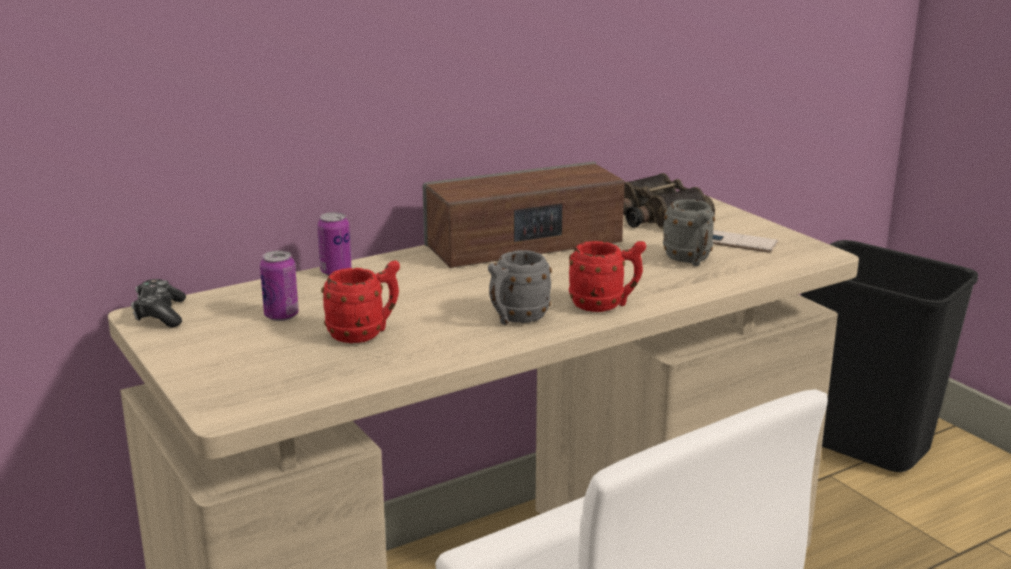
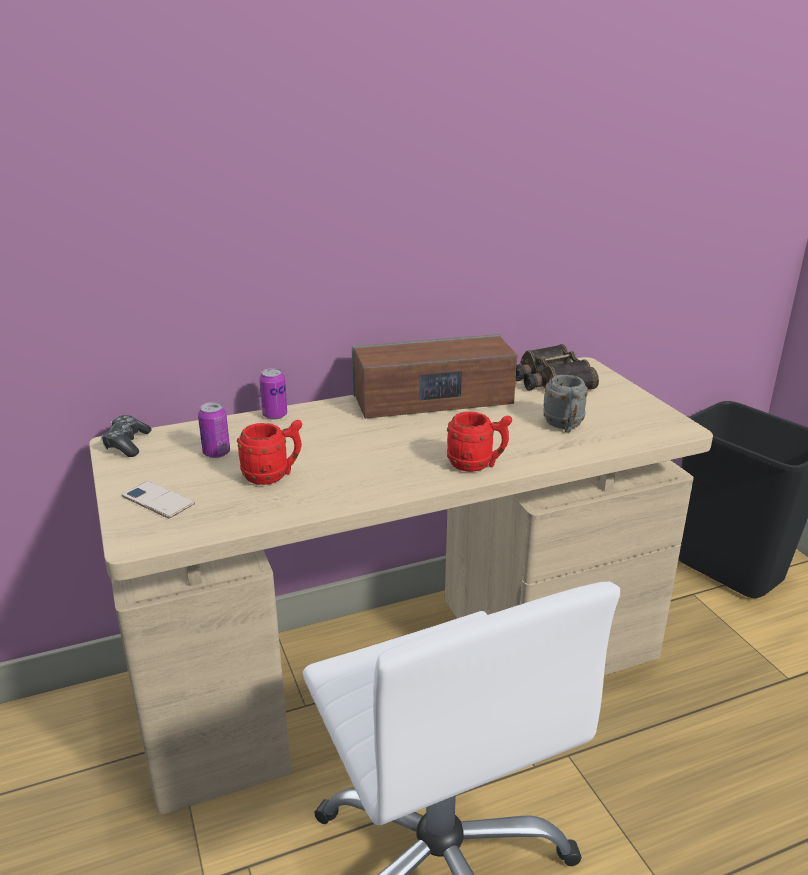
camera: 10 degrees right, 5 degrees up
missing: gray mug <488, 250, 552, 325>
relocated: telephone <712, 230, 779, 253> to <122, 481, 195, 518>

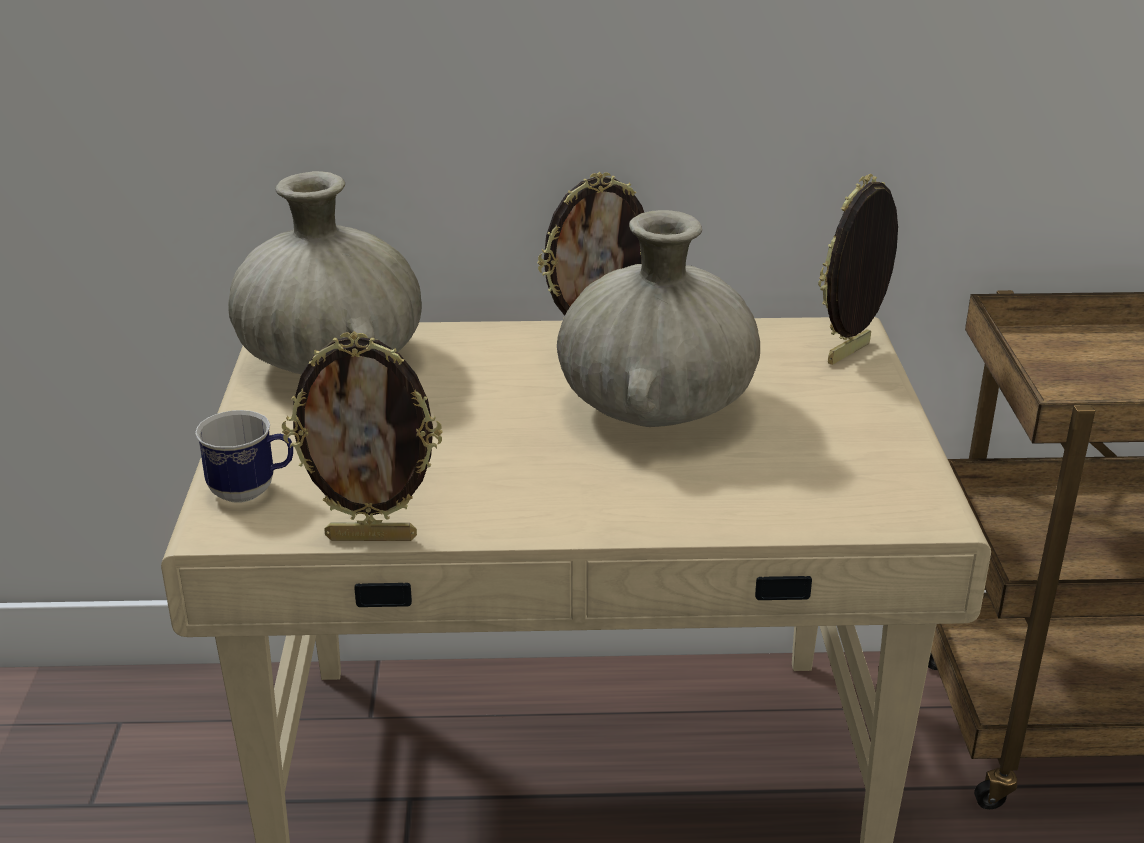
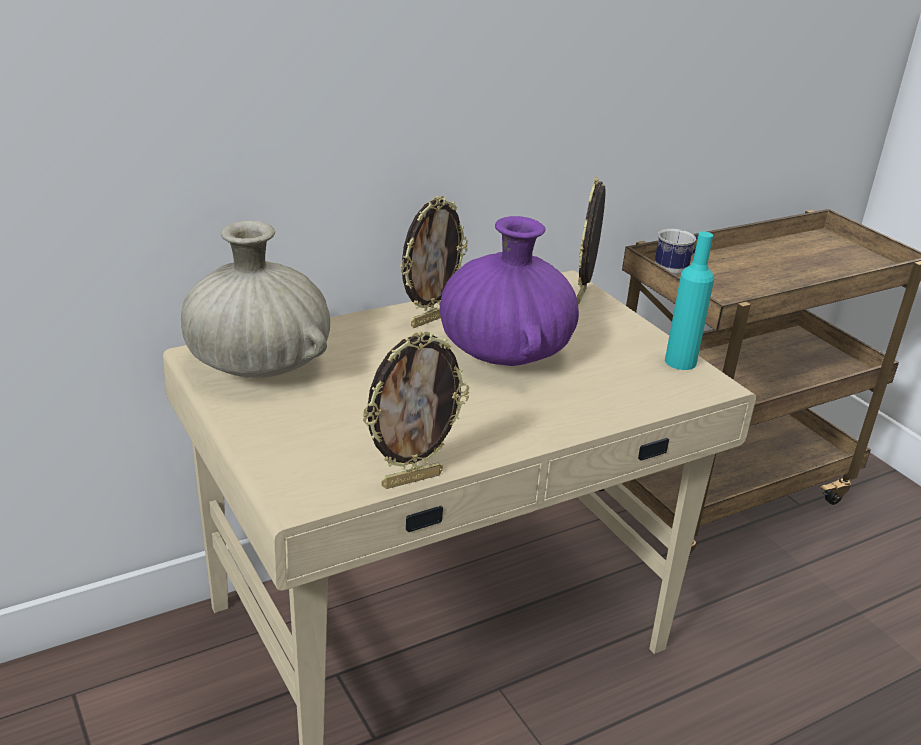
camera: 30 degrees left, 0 degrees up
appeared: turquoise-coloured bottle <665, 232, 714, 370>
relocated: mug <195, 410, 293, 503> to <655, 229, 698, 276>
colour: beige vase <557, 210, 760, 427> to purple-coloured vase <440, 216, 579, 366>

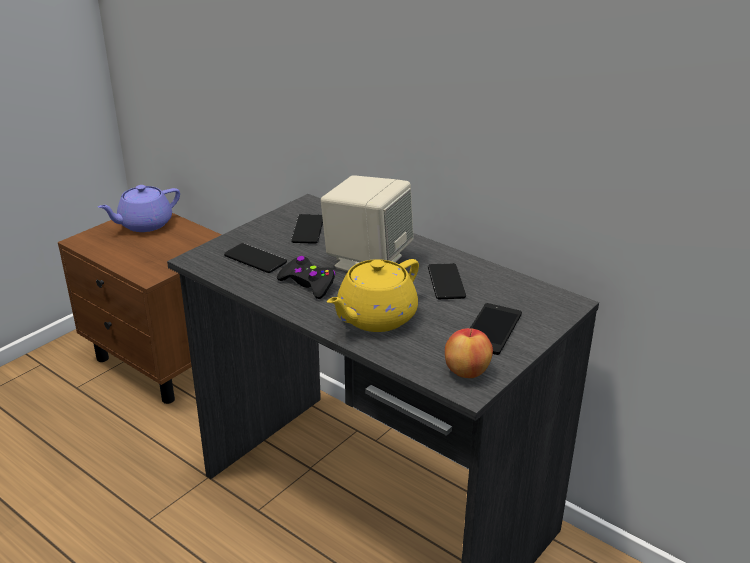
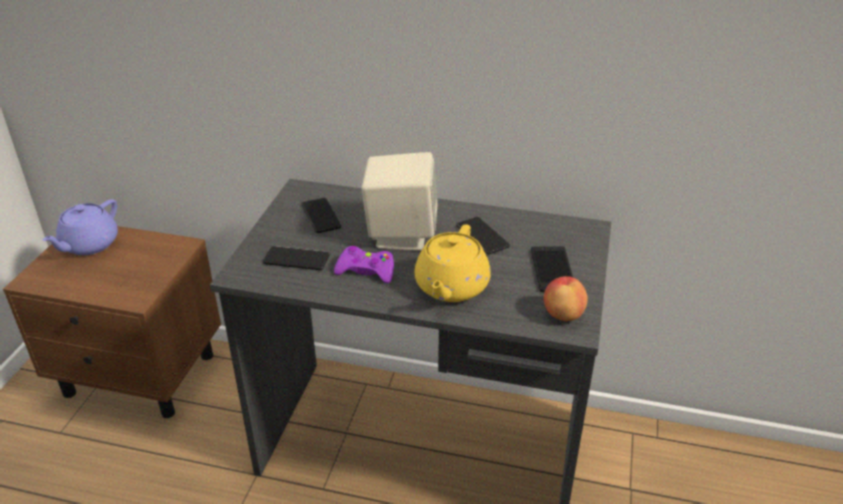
camera: 25 degrees left, 5 degrees up
colour: black gamepad <277, 256, 336, 299> to purple-coloured gamepad <334, 246, 394, 283>

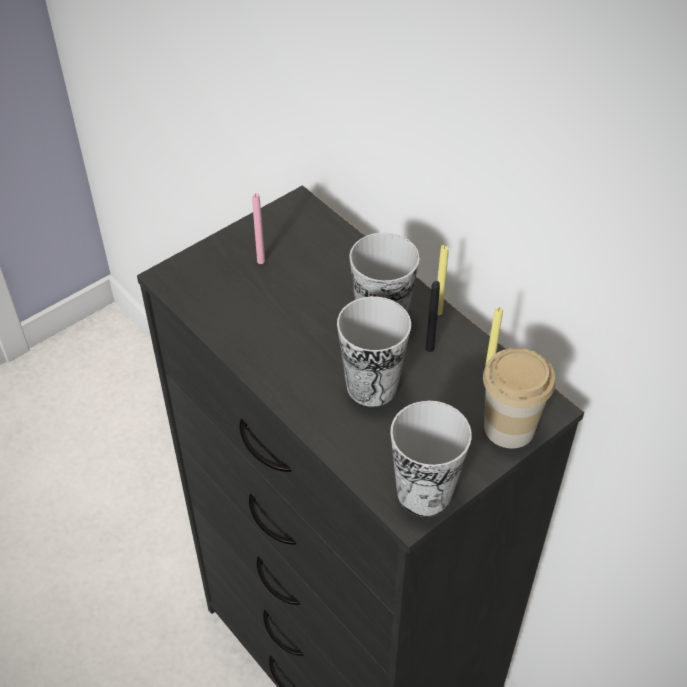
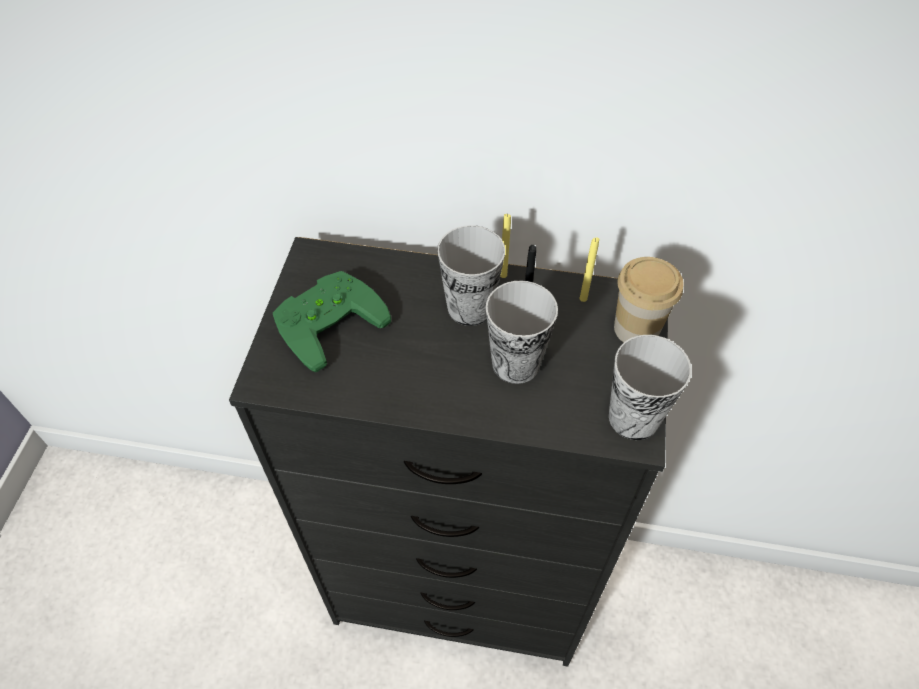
camera: 40 degrees left, 5 degrees up
exchanged: pink-coloured wax candle <252, 193, 265, 264> to green-coloured gamepad <273, 271, 391, 372>

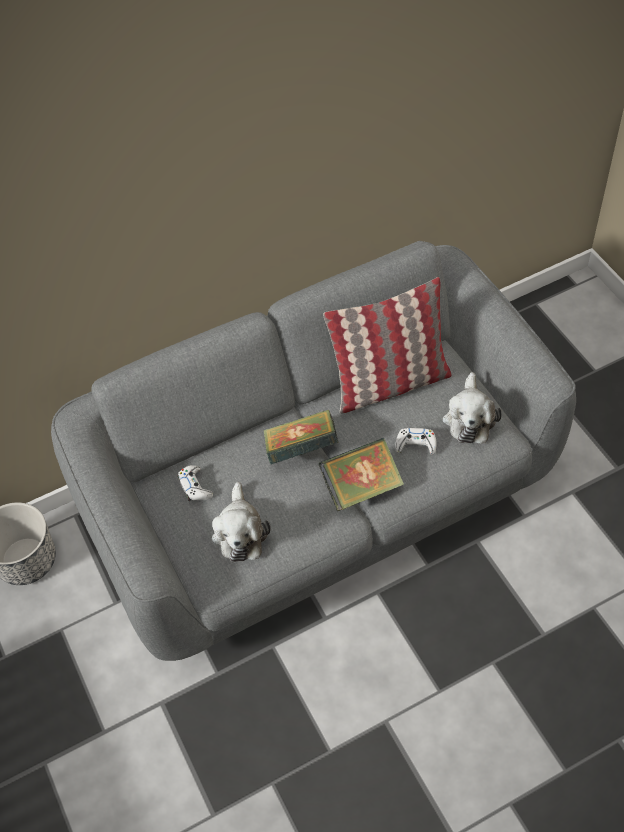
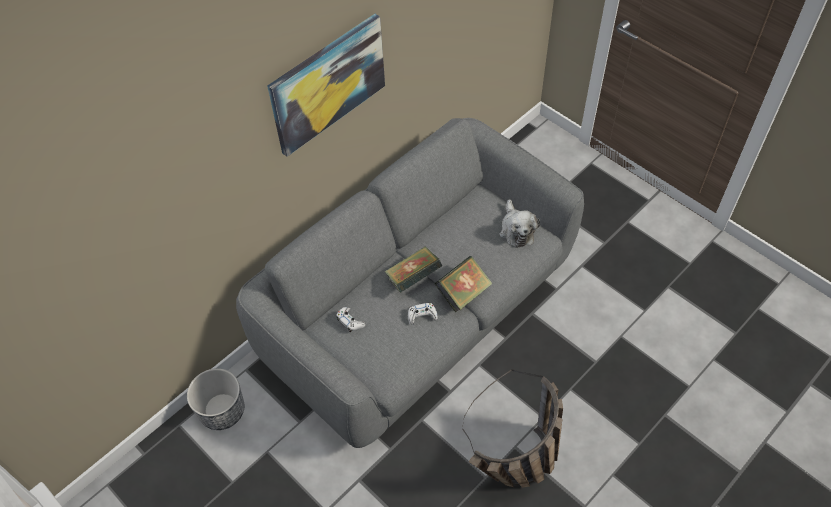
camera: 20 degrees left, 0 degrees up
missing: soft toy <212, 482, 271, 562>; throw pillow <323, 277, 452, 414>
appeared: wall art <267, 14, 385, 157>; household basket <462, 369, 563, 488>
relocated: whitish gamepad <396, 428, 437, 455> to <408, 303, 438, 325>

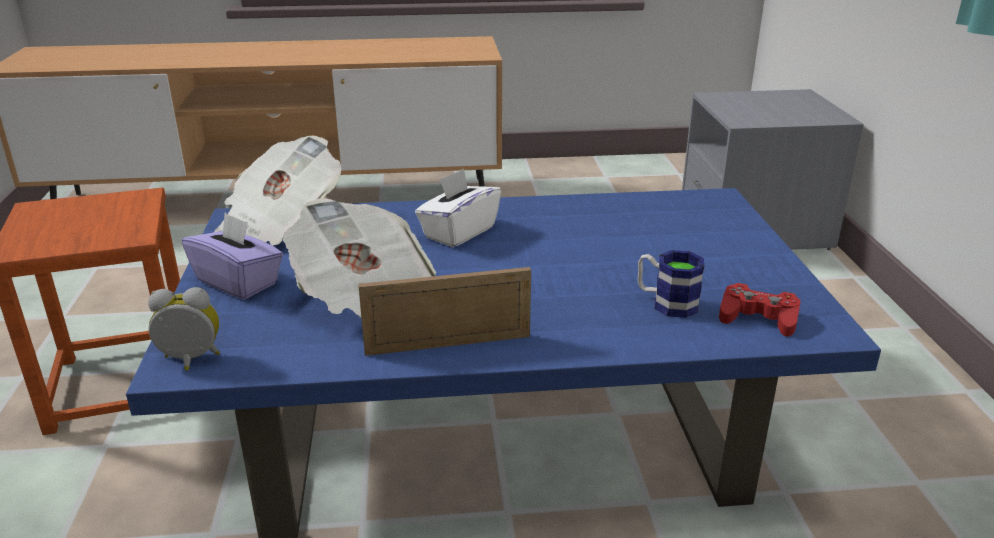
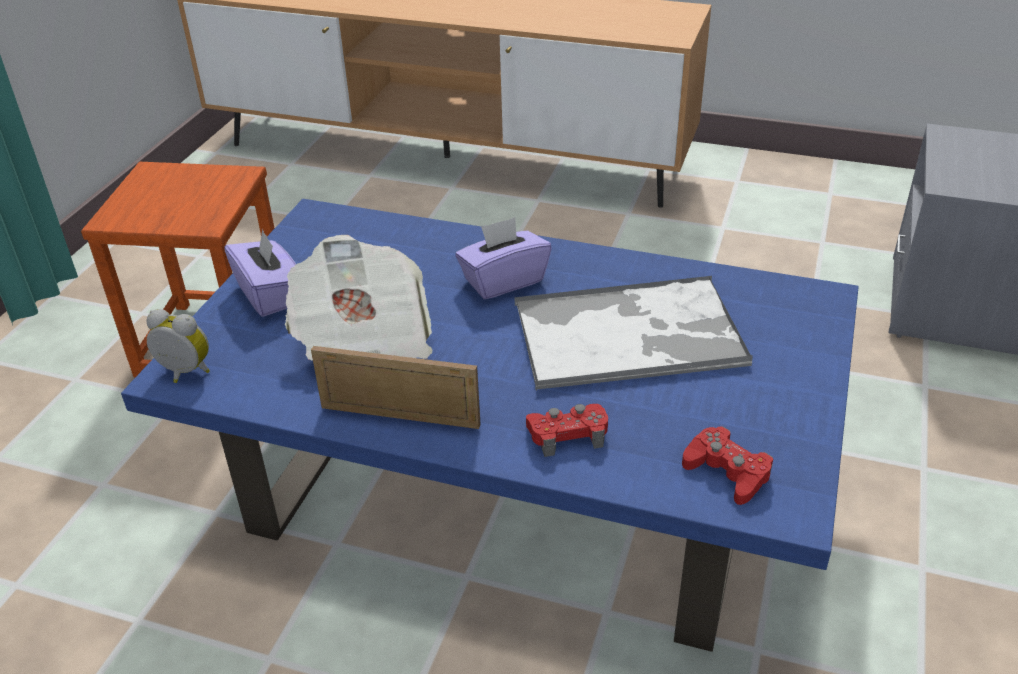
camera: 25 degrees right, 10 degrees up
missing: newspaper <214, 135, 342, 246>; mug <638, 250, 705, 318>
appeared: serving tray <515, 276, 753, 391>; reddish gamepad <526, 404, 608, 457>
colour: whitish box of tissues <415, 169, 501, 247> to purple-coloured box of tissues <456, 217, 552, 299>

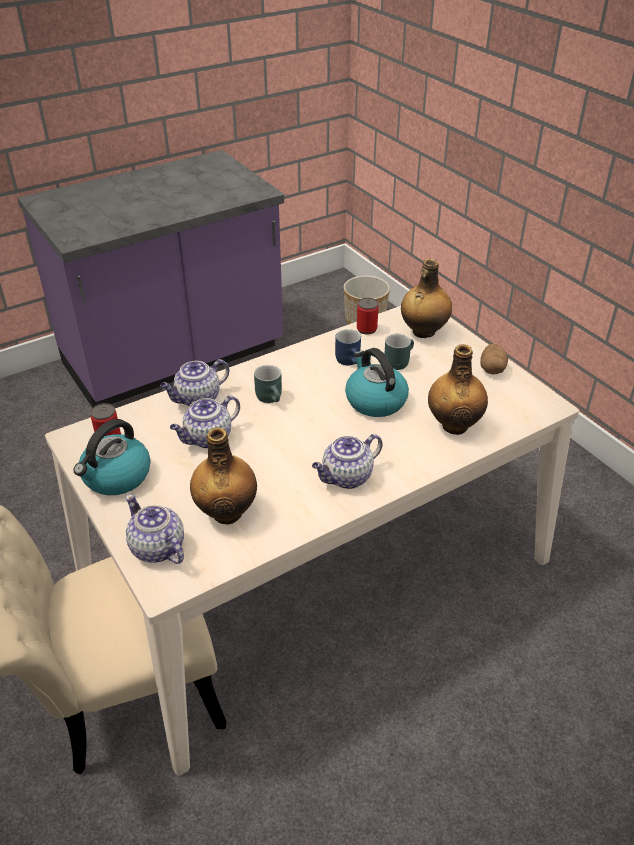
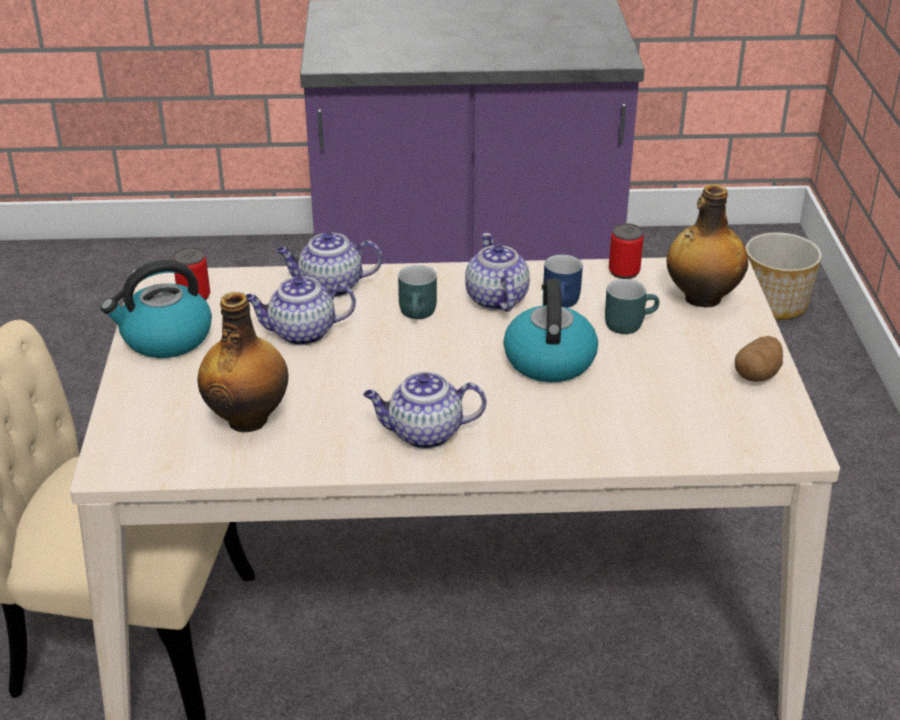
camera: 30 degrees right, 5 degrees down
missing: bottle <428, 344, 488, 435>
relocated: pot for tea <125, 494, 184, 564> to <465, 233, 530, 312>

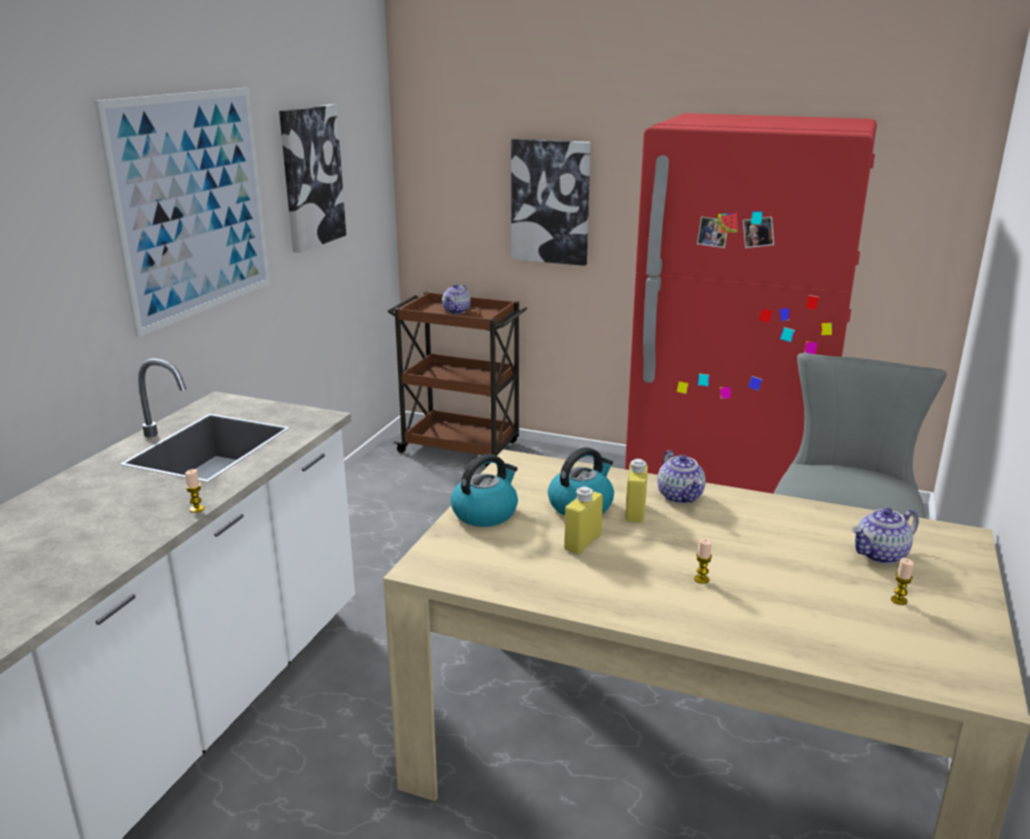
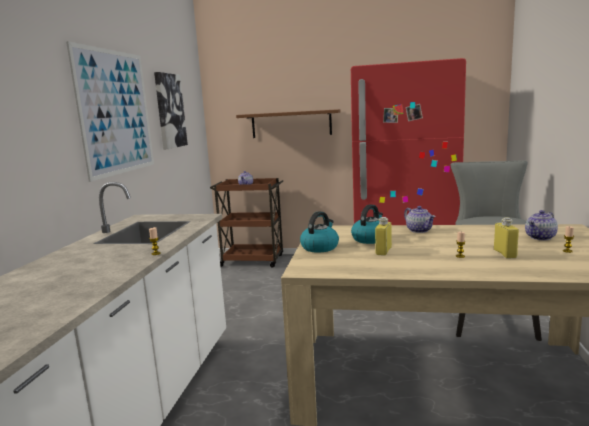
camera: 10 degrees left, 10 degrees down
relocated: yellowish bottle <625, 459, 648, 523> to <494, 217, 519, 259>
exchanged: wall art <511, 139, 591, 266> to brownish shelf <236, 109, 340, 138>

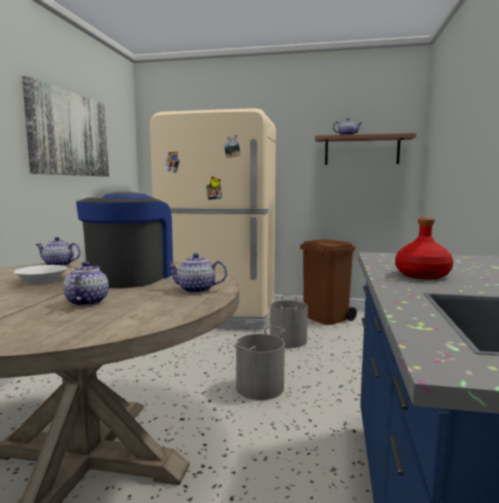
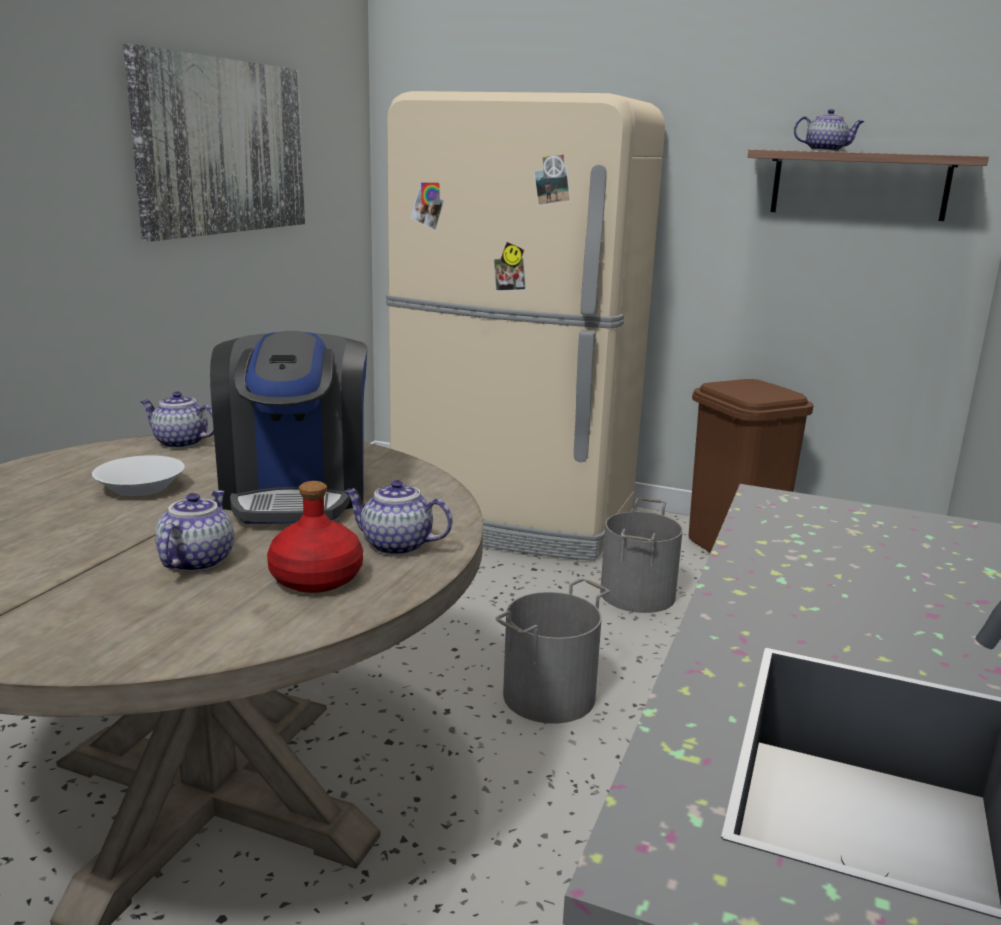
camera: 10 degrees right, 10 degrees up
relocated: reddish bottle <395, 218, 453, 279> to <267, 481, 363, 593>
spun: coffee brewer <76, 192, 173, 288> = <210, 331, 367, 524> 150 degrees clockwise

